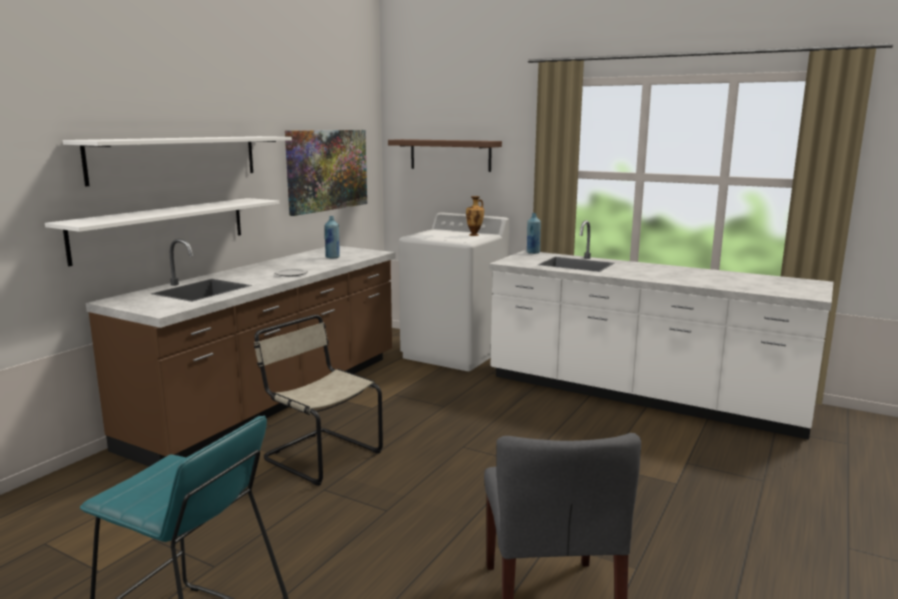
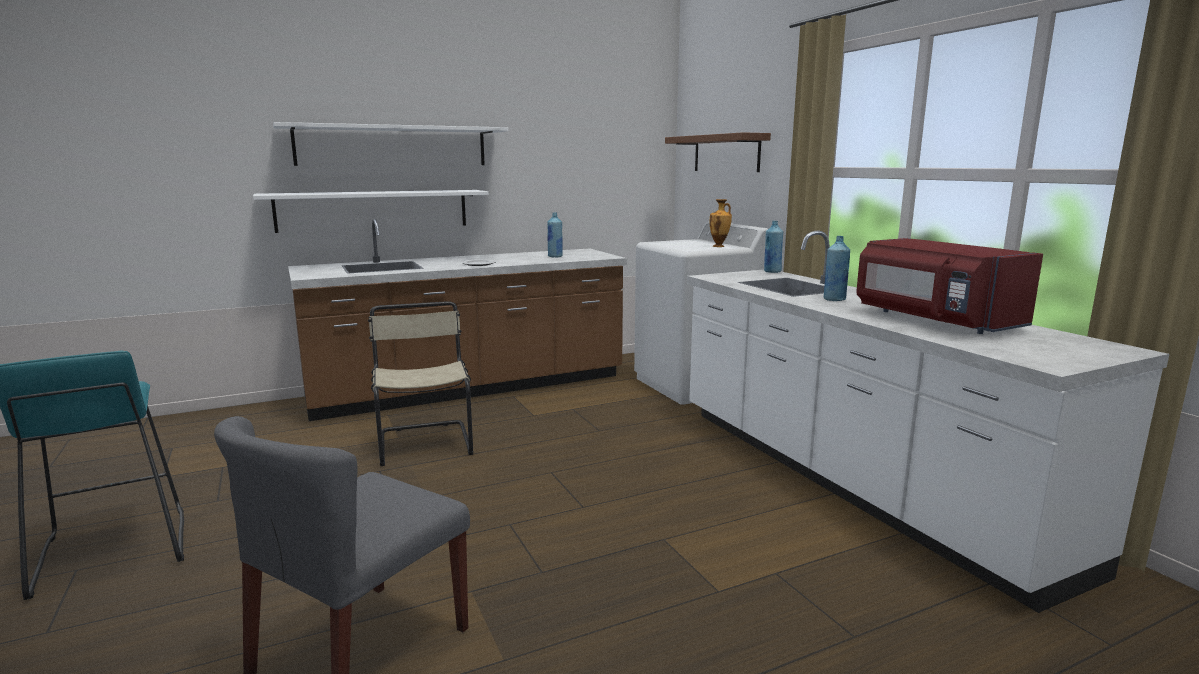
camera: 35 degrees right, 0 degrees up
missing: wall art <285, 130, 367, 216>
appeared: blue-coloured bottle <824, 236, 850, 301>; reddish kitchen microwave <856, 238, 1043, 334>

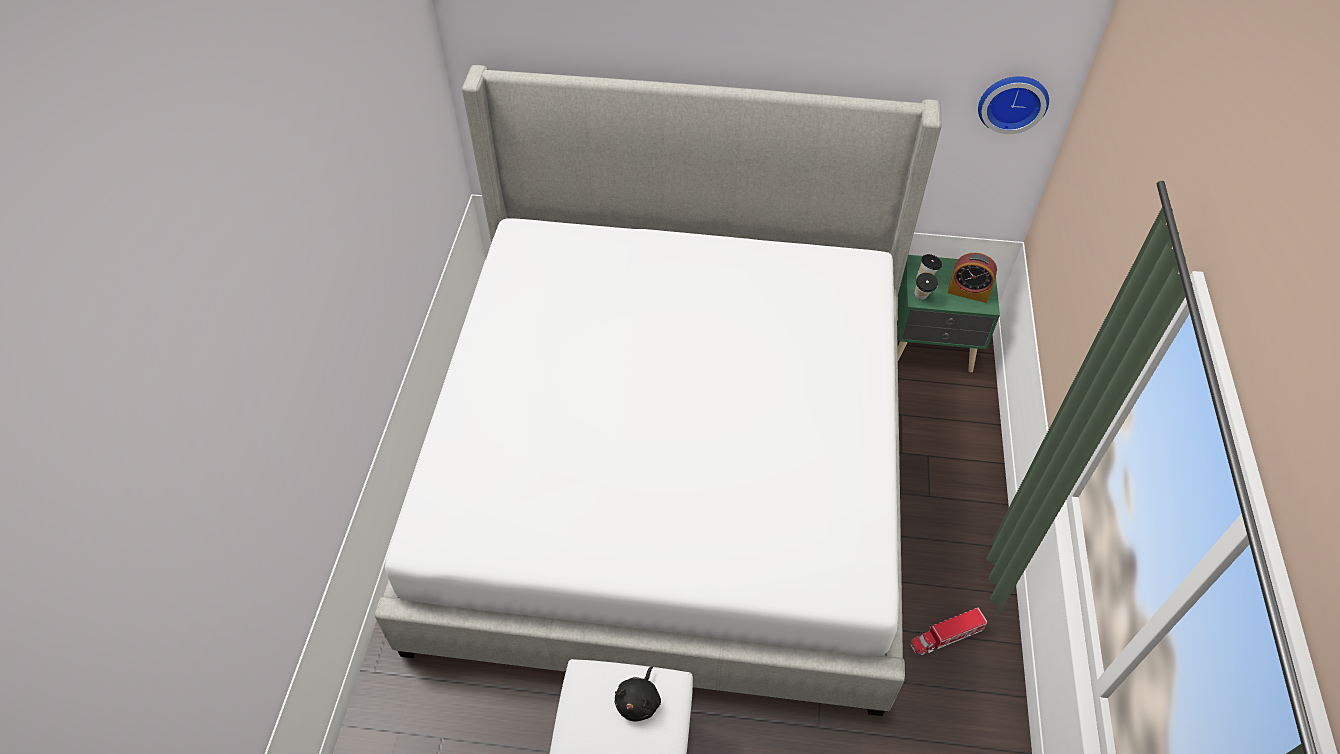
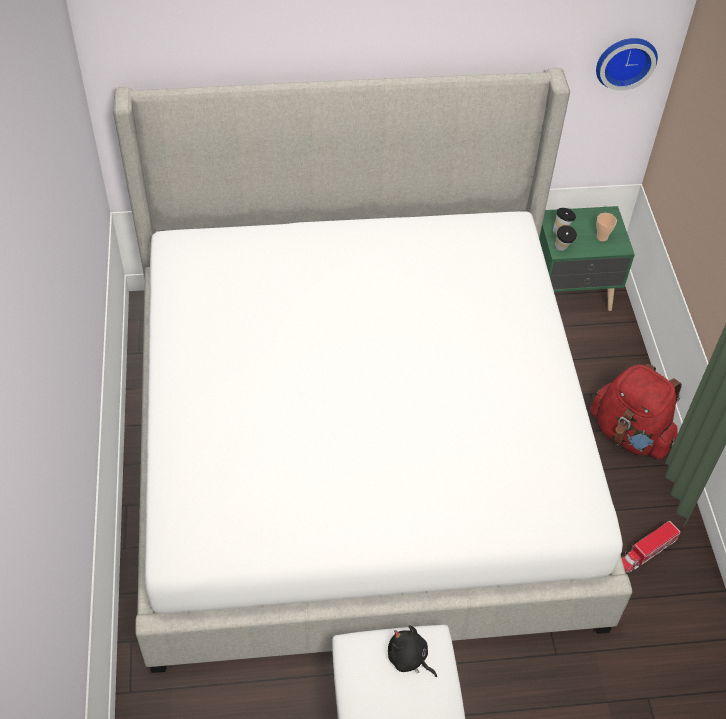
camera: 15 degrees left, 0 degrees up
appeared: reddish knapsack <590, 364, 682, 459>
exchanged: bedside clock <947, 253, 997, 303> to cup <597, 213, 617, 241>
spun: black soft toy <615, 666, 661, 722> = <388, 625, 437, 677> 120 degrees clockwise

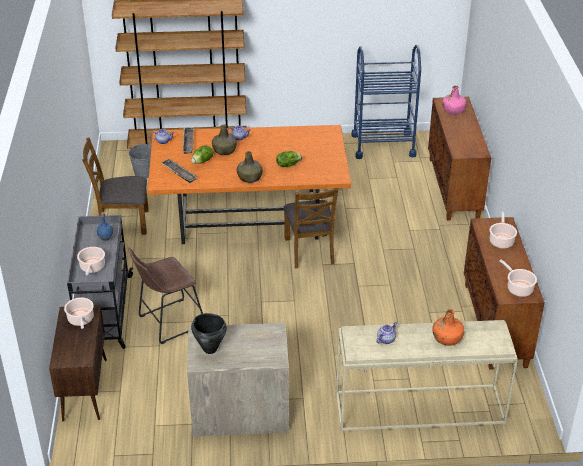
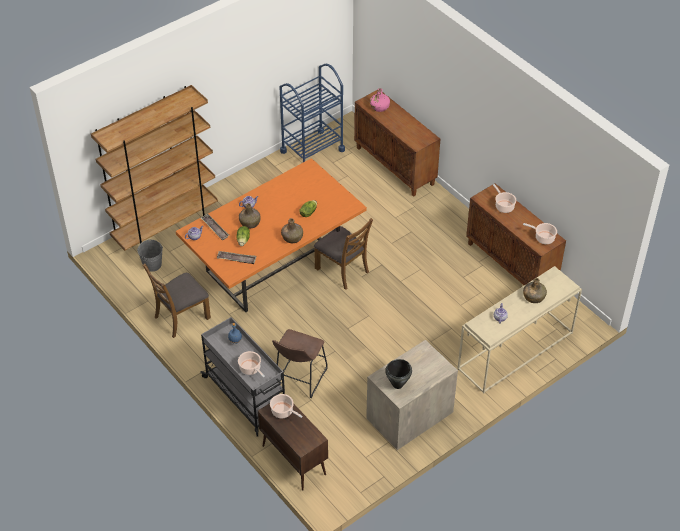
camera: 35 degrees left, 10 degrees up
colour: orangey bottle <432, 309, 464, 346> to green-coloured bottle <523, 278, 547, 303>

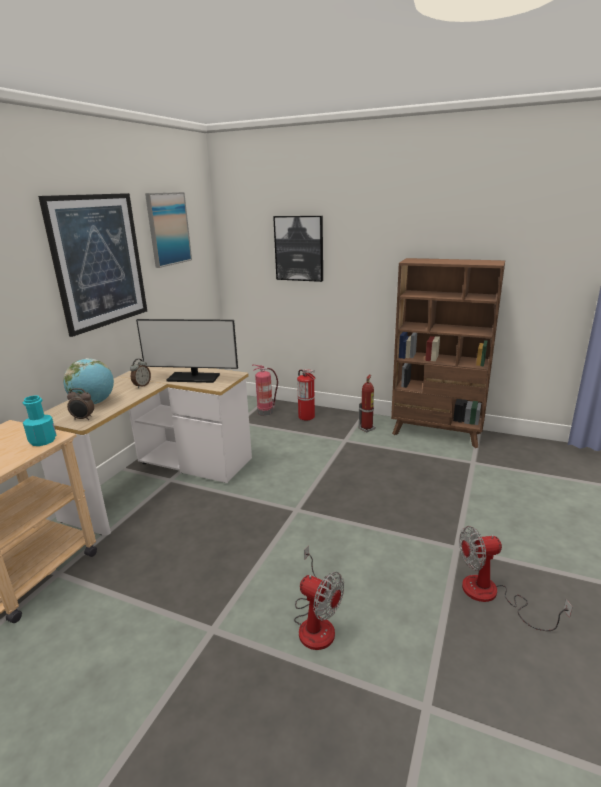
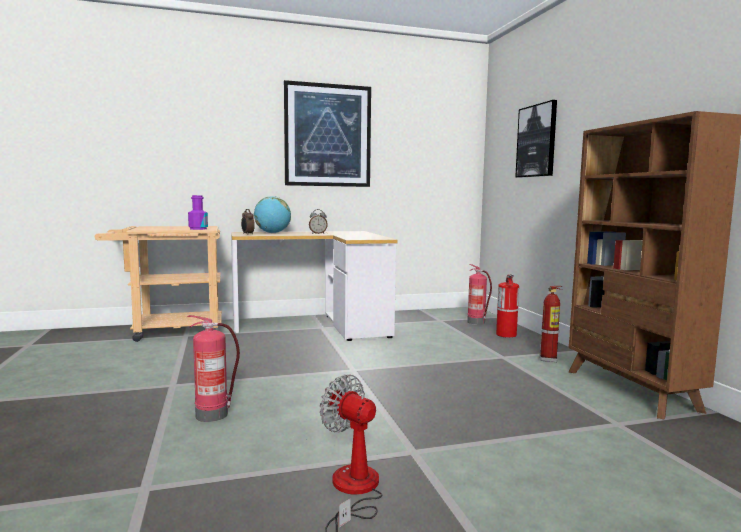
camera: 50 degrees right, 15 degrees down
missing: monitor <136, 319, 238, 383>; wall art <145, 192, 192, 268>
exchanged: fan <294, 545, 344, 650> to fire-fighting cylinder <187, 315, 240, 422>
colour: turquoise-coloured bottle <23, 395, 56, 446> to purple-coloured bottle <188, 195, 208, 230>

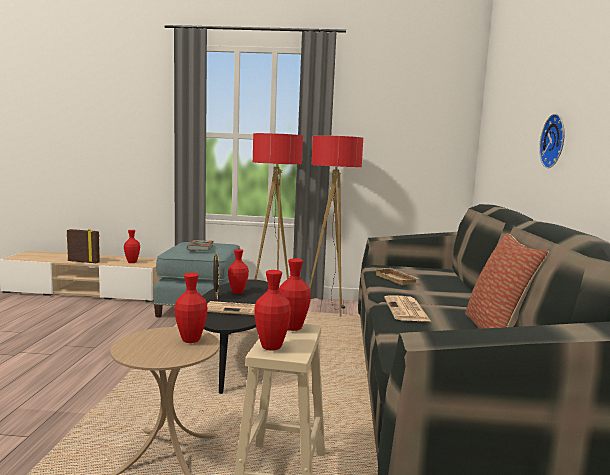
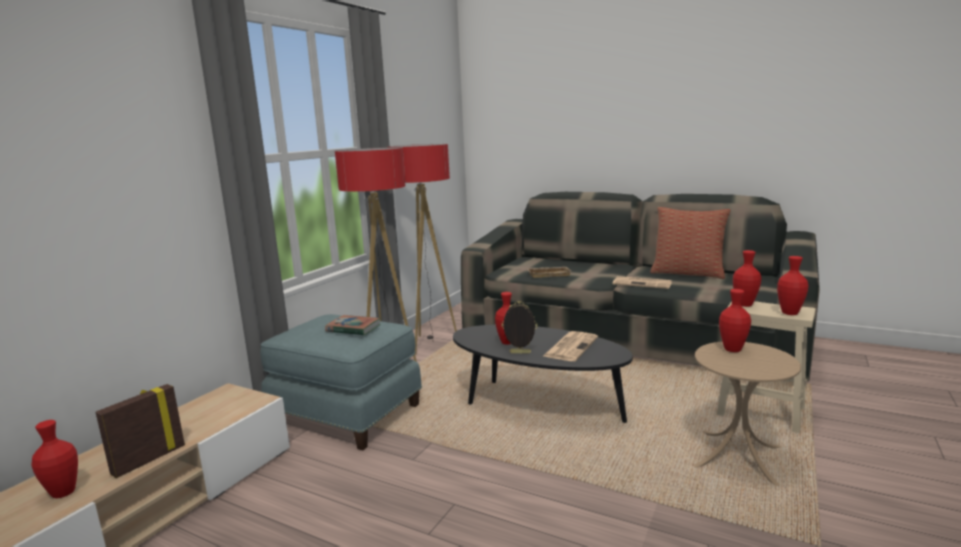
camera: 65 degrees left, 5 degrees up
missing: clock on the wall <539, 114, 565, 168>
relocated: reddish vase <124, 230, 140, 263> to <31, 420, 78, 498>

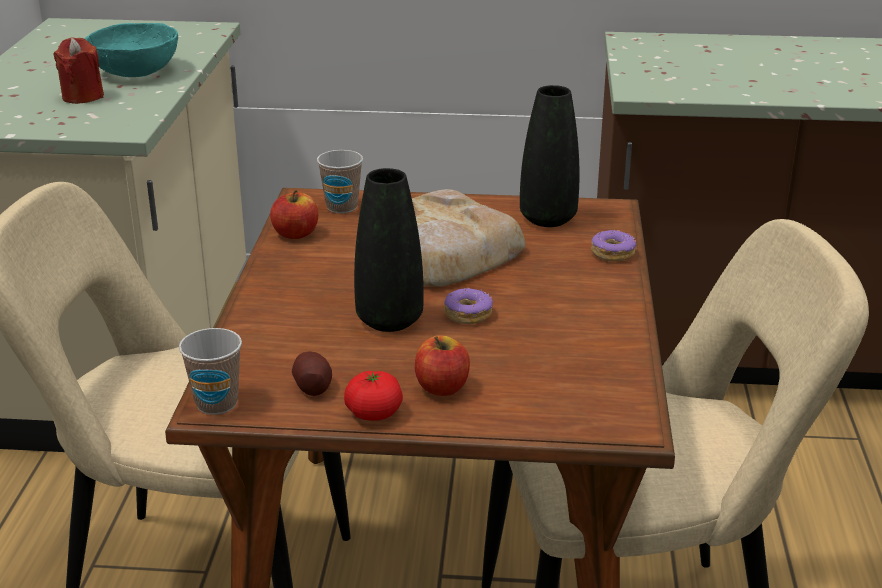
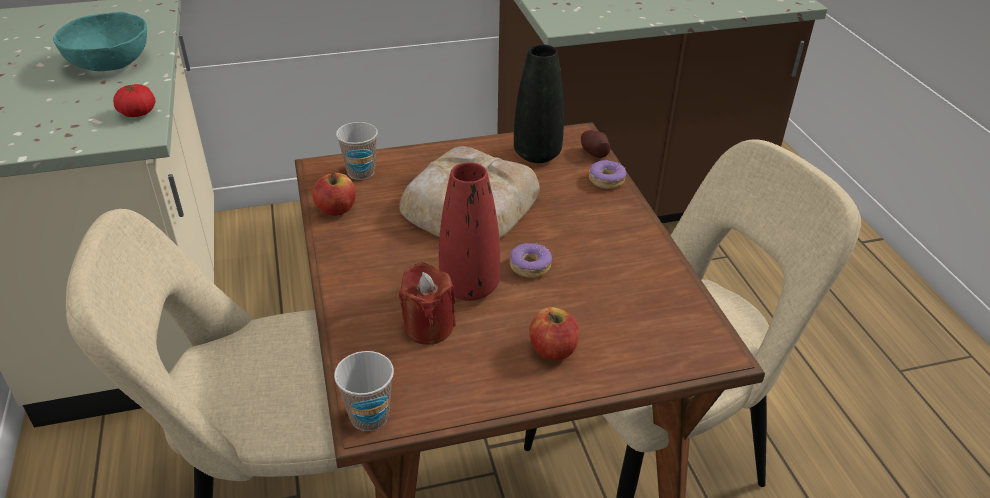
camera: 20 degrees left, 10 degrees up
relocated: tomato <344, 371, 403, 421> to <113, 84, 155, 117>; reddish wax candle <53, 37, 104, 104> to <399, 262, 456, 345>; potato <292, 351, 332, 396> to <581, 130, 611, 158>
colour: black vase <354, 168, 424, 332> to reddish vase <439, 162, 500, 301>

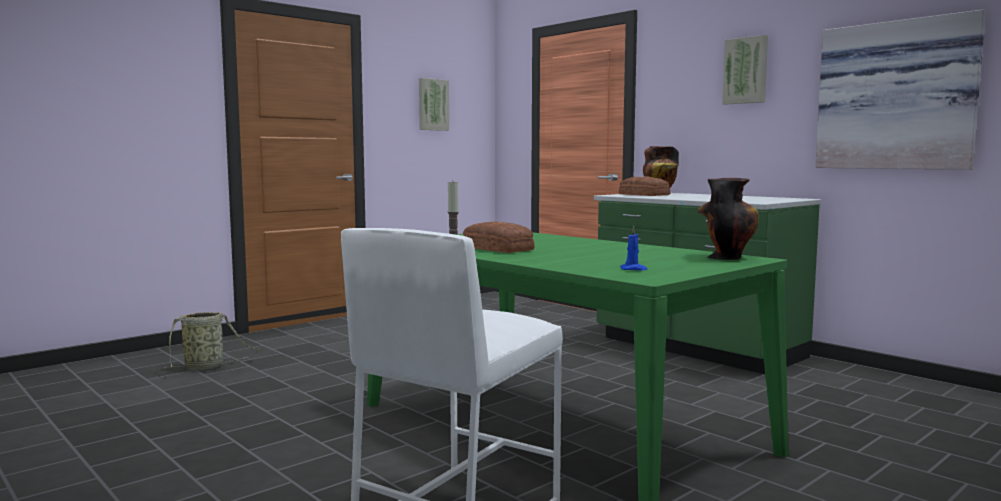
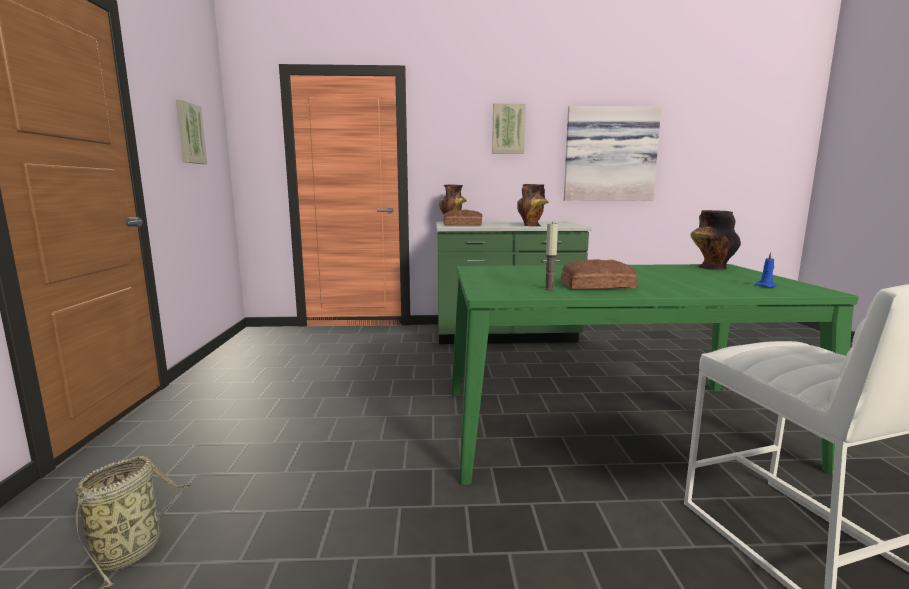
camera: 50 degrees left, 5 degrees up
appeared: vase <517, 184, 548, 226>

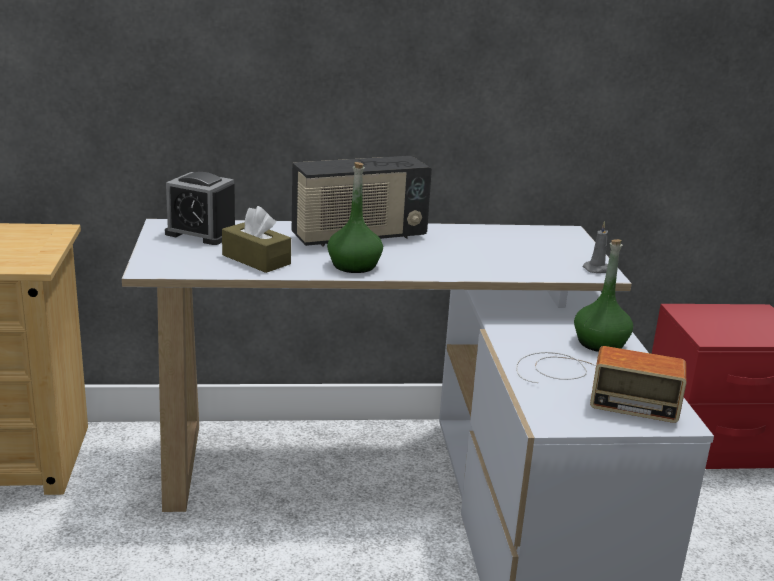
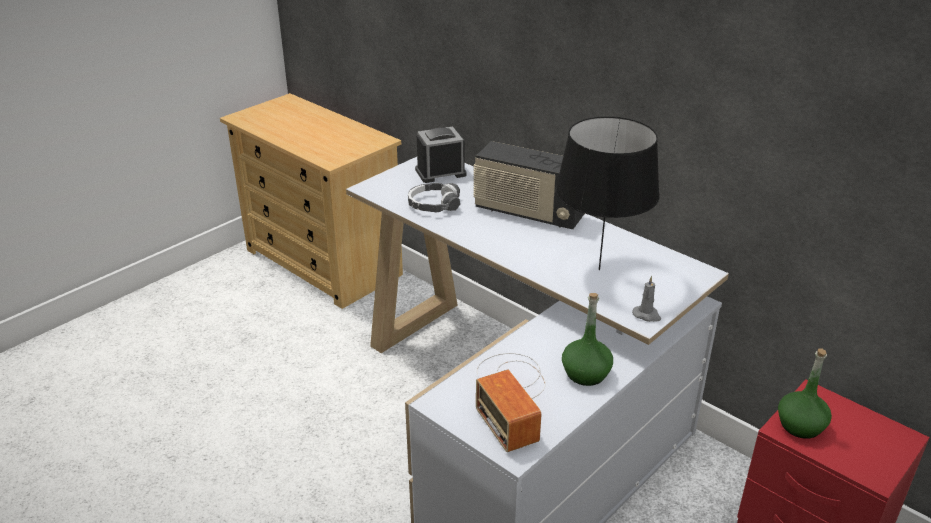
camera: 50 degrees right, 10 degrees up
appeared: black table lamp <555, 116, 660, 270>
relocated: green-coloured bottle <327, 162, 383, 273> to <778, 348, 832, 439>
exchanged: brownish box of tissues <222, 206, 291, 273> to headphones <408, 183, 460, 213>
spun: bedside clock <165, 172, 235, 245> = <415, 127, 467, 183> 90 degrees clockwise

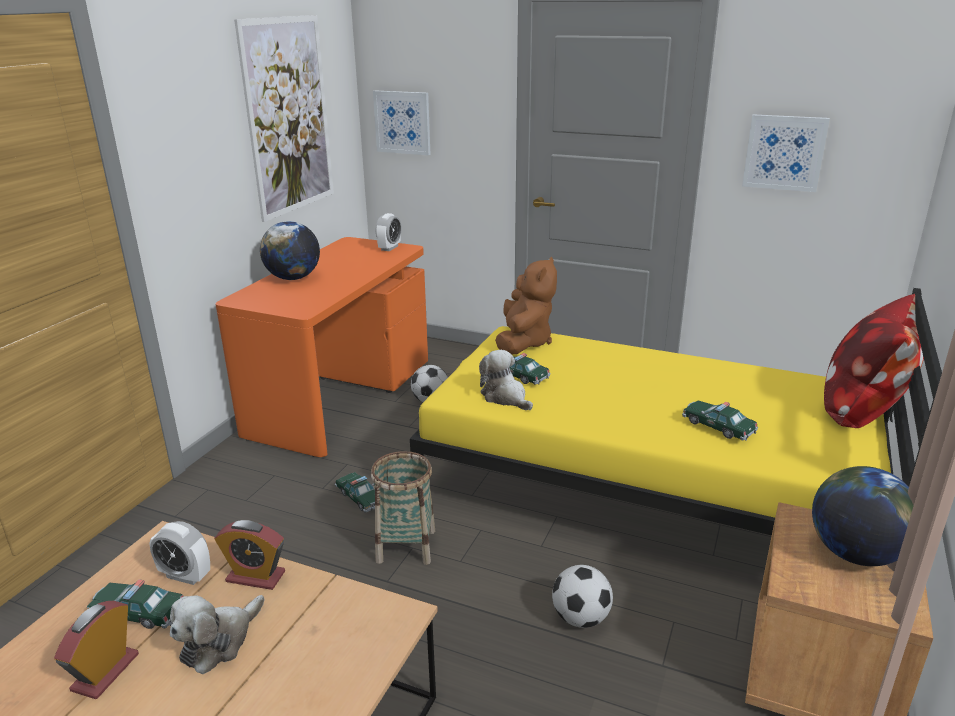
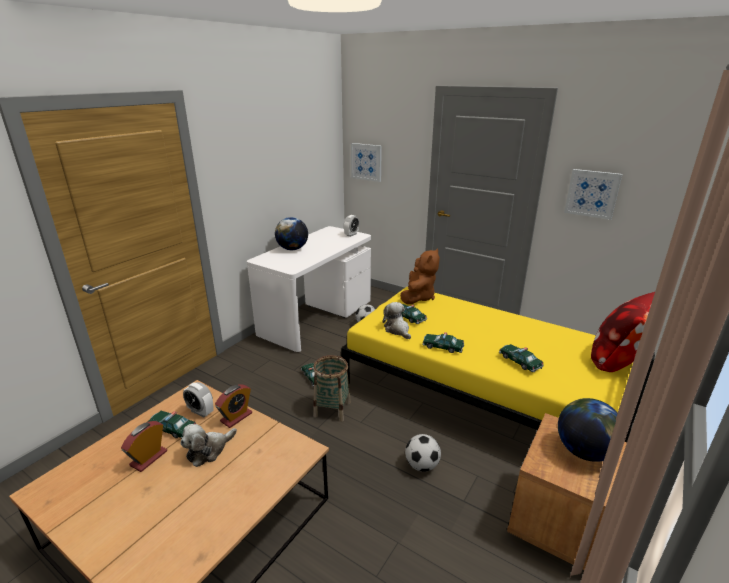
camera: 10 degrees right, 0 degrees up
missing: wall art <234, 15, 334, 222>
appeared: model car <423, 332, 464, 353>
colour: orangey desk table <215, 237, 428, 457> to whitish desk table <247, 226, 371, 352>
spun: bedside clock <214, 520, 285, 590> = <215, 385, 252, 428> 75 degrees counterclockwise

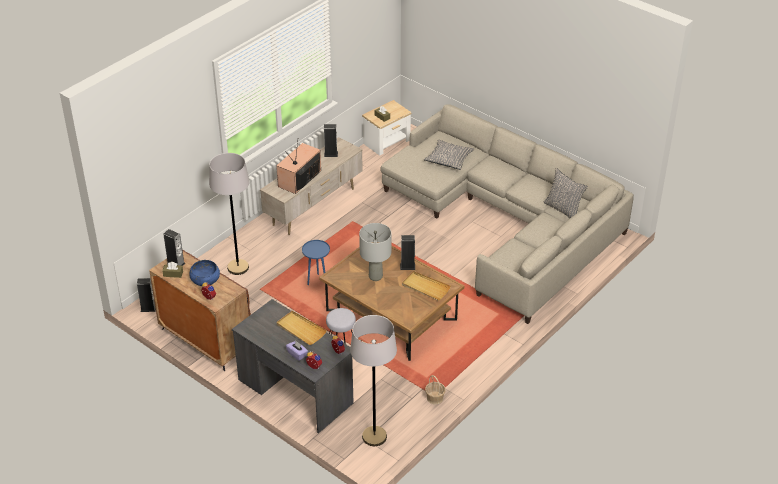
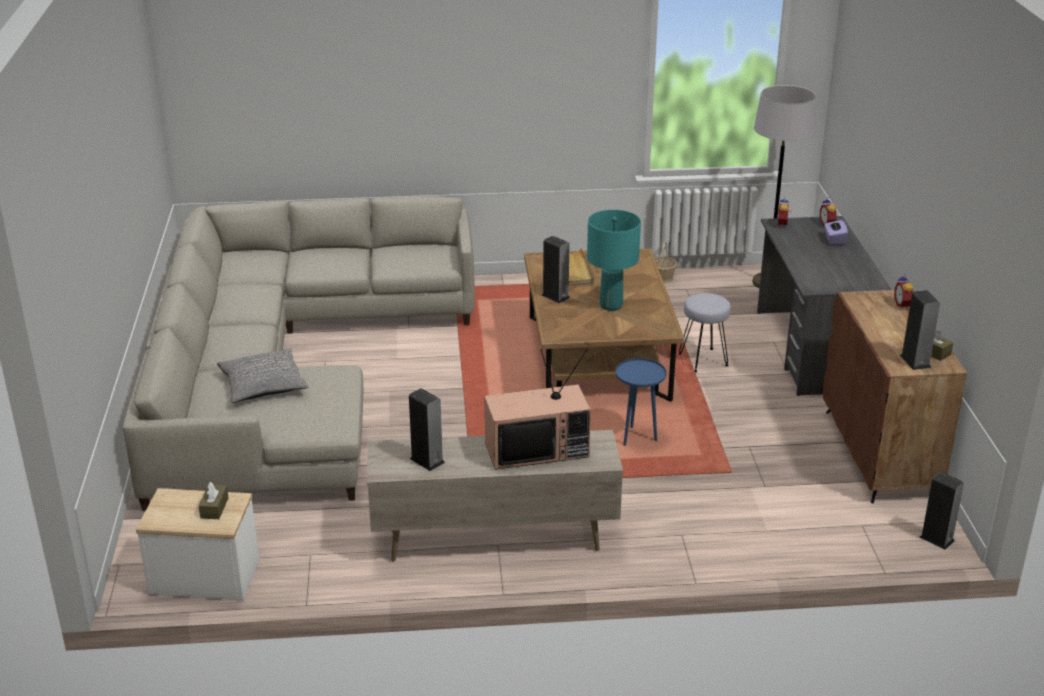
camera: 135 degrees left, 10 degrees down
missing: blue-coloured bowl <189, 260, 220, 286>; gray standard lamp <209, 153, 250, 275>; beige serving tray <276, 311, 327, 345>; gray throw pillow <544, 168, 588, 218>
colour: gray table lamp <359, 223, 391, 281> to turquoise-coloured table lamp <587, 210, 641, 311>

